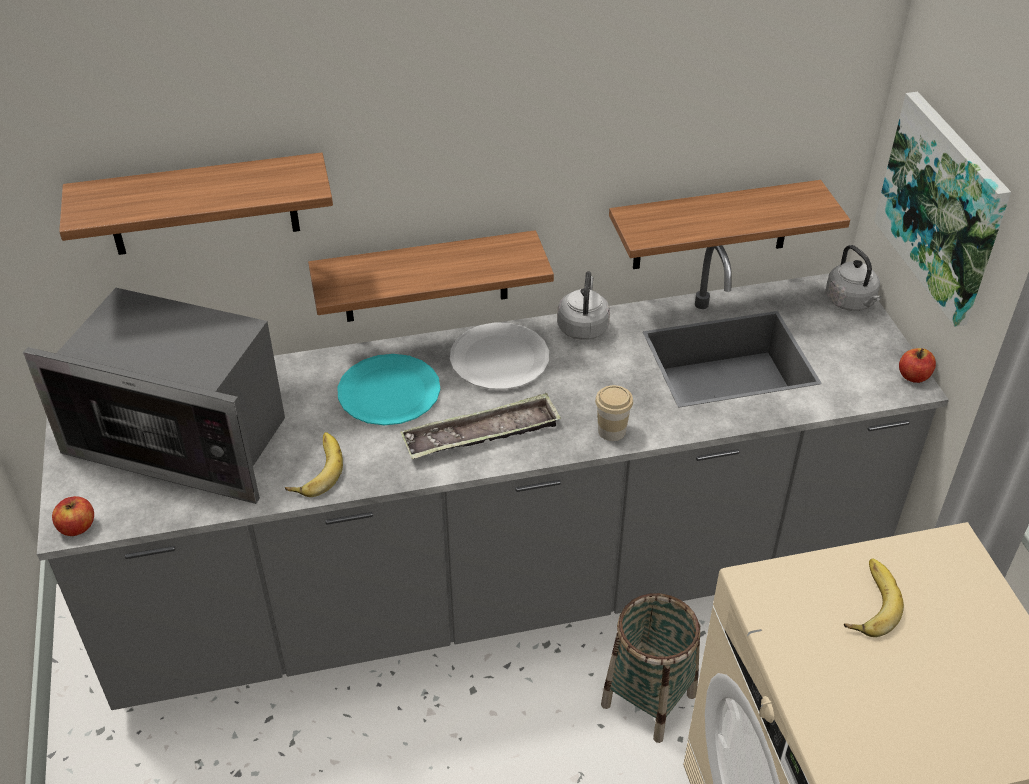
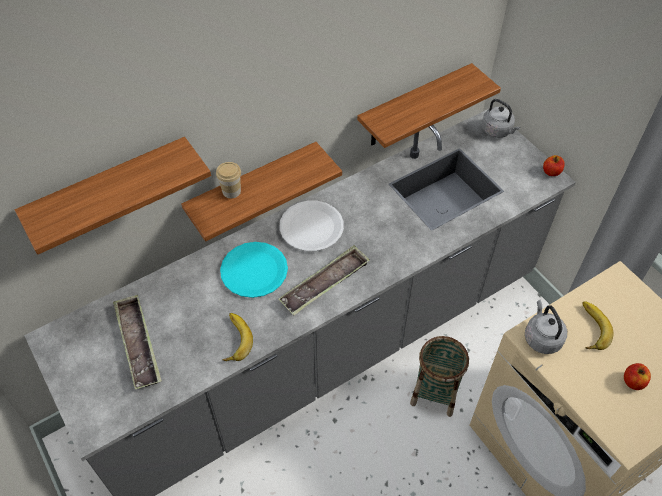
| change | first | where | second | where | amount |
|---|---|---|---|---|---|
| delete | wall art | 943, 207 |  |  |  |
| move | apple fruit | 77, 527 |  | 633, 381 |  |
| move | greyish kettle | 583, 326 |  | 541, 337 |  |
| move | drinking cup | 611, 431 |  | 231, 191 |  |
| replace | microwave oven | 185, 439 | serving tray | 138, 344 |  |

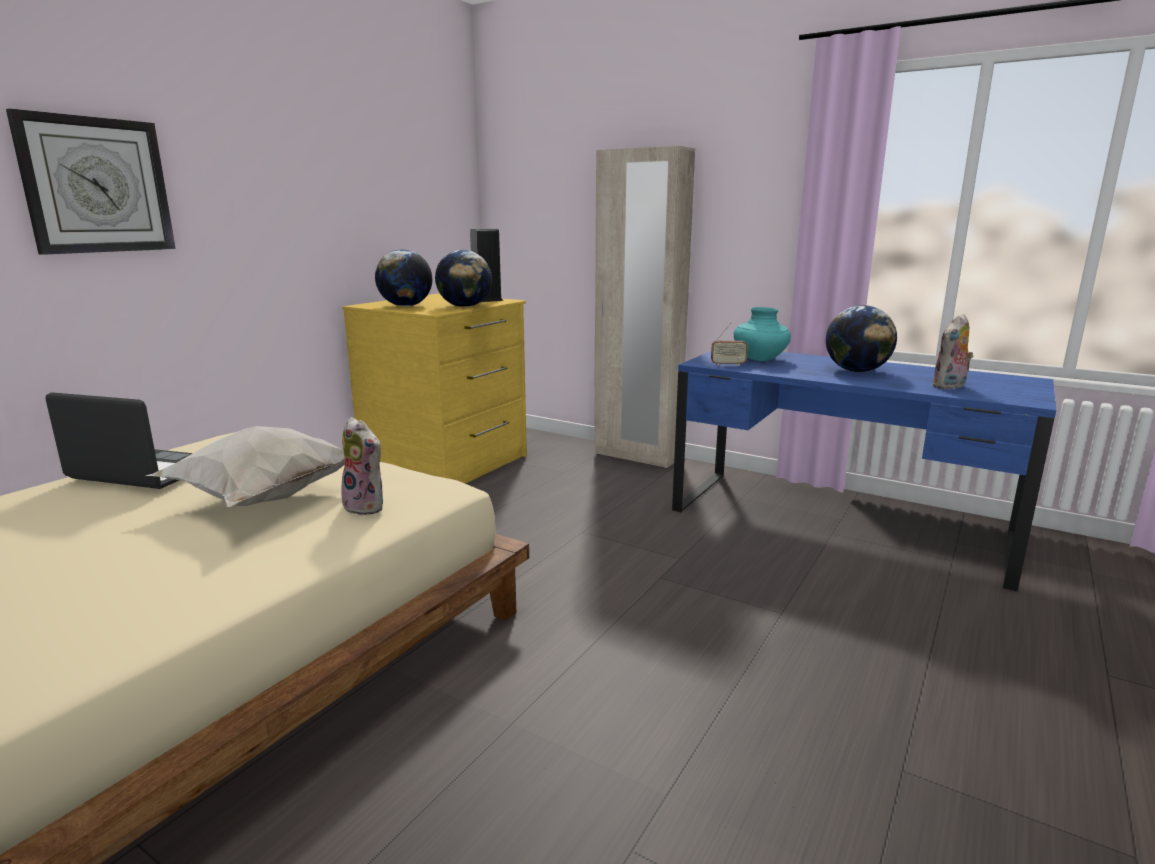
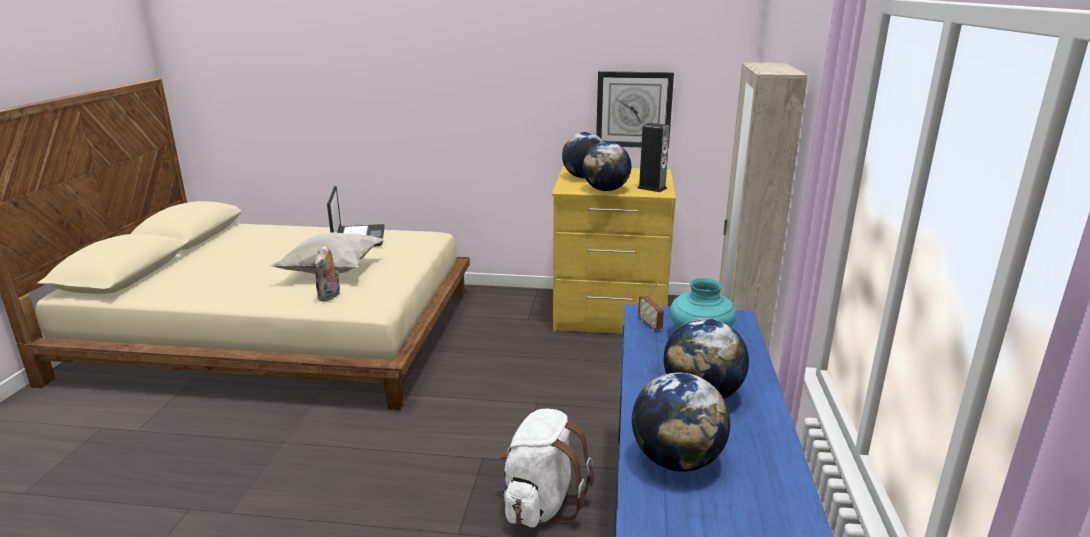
| change | first | where | second | where | amount |
|---|---|---|---|---|---|
| insert |  |  | white-coloured backpack | 541, 504 |  |
| move | wall clock | 97, 185 |  | 634, 109 |  |
| replace | plush toy | 949, 387 | world globe | 677, 460 |  |

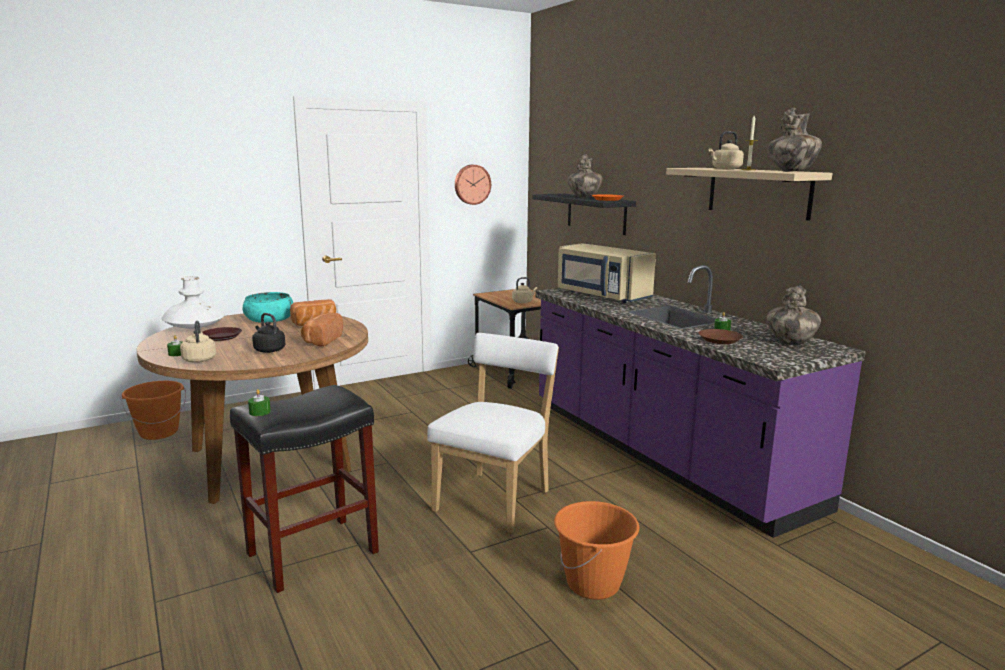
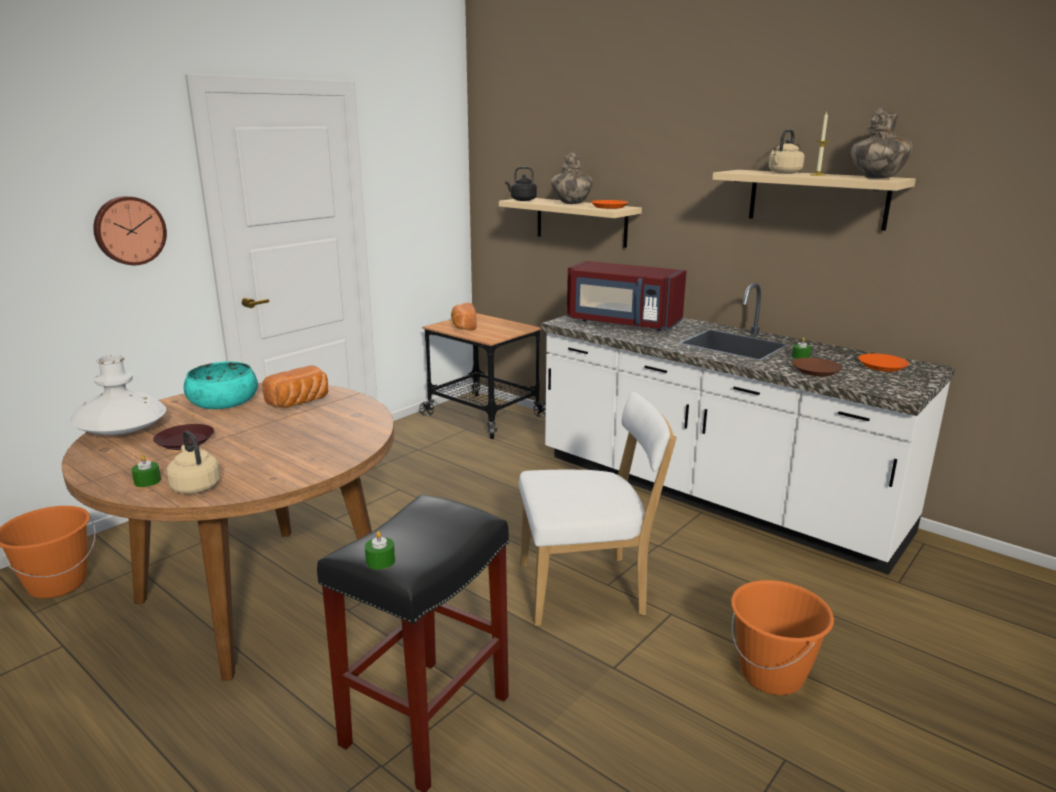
| change | first | where | second | where | amount |
|---|---|---|---|---|---|
| delete | beige kettle | 523, 302 |  |  |  |
| move | black kettle | 268, 350 |  | 522, 200 |  |
| move | baked bread | 321, 340 |  | 463, 326 |  |
| move | wall clock | 472, 184 |  | 129, 230 |  |
| replace | decorative vase | 790, 343 | orange flat dish | 882, 366 |  |
| recolor | black wall shelf | 596, 213 | beige wall shelf | 581, 222 |  |
| recolor | purple-coloured counter | 662, 453 | white-coloured counter | 713, 494 |  |
| recolor | beige microwave oven | 601, 295 | reddish microwave oven | 622, 323 |  |
| rotate | white-coloured plain chair | 496, 499 |  | 588, 589 | 75 degrees clockwise |

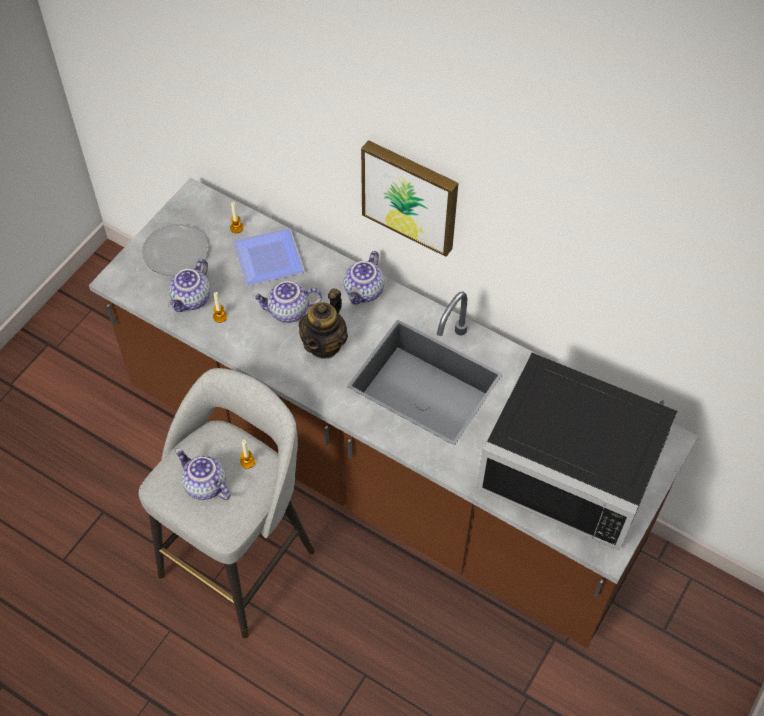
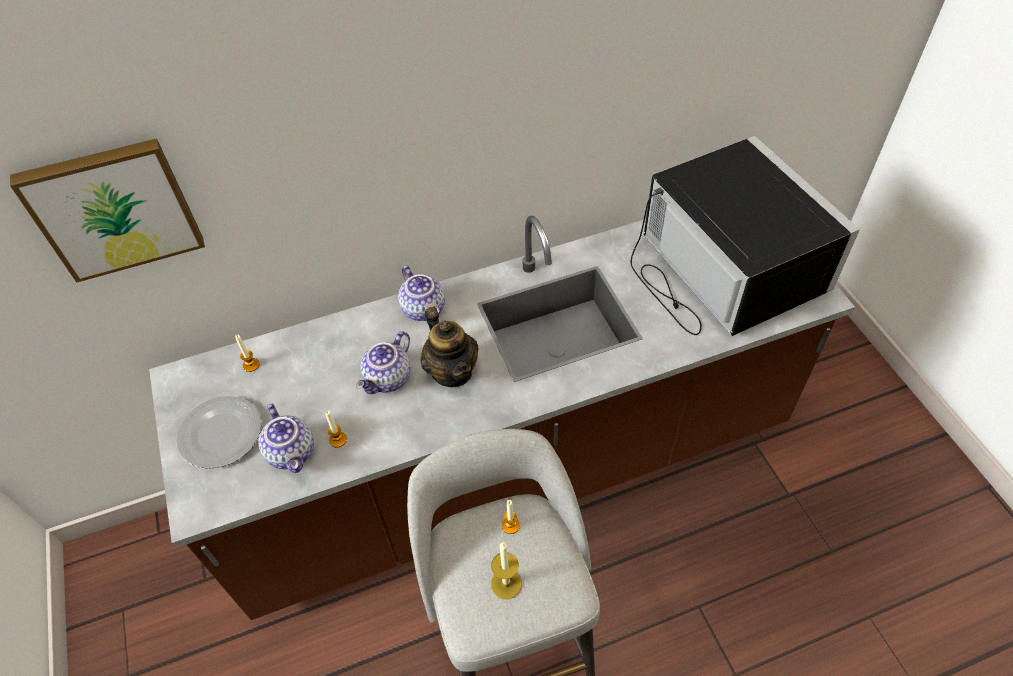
| change | first | where | second | where | amount |
|---|---|---|---|---|---|
| delete | flat dish | 267, 261 |  |  |  |
| move | wall art | 411, 195 |  | 114, 208 |  |
| replace | teapot | 204, 485 | wax light | 506, 584 |  |
| rotate | black microwave oven | 574, 462 |  | 722, 270 | 90 degrees counterclockwise |

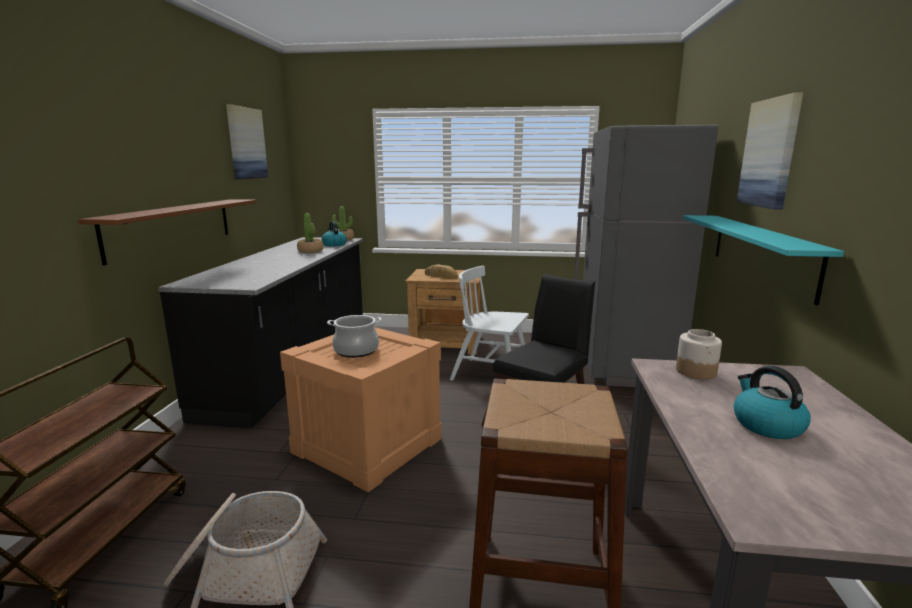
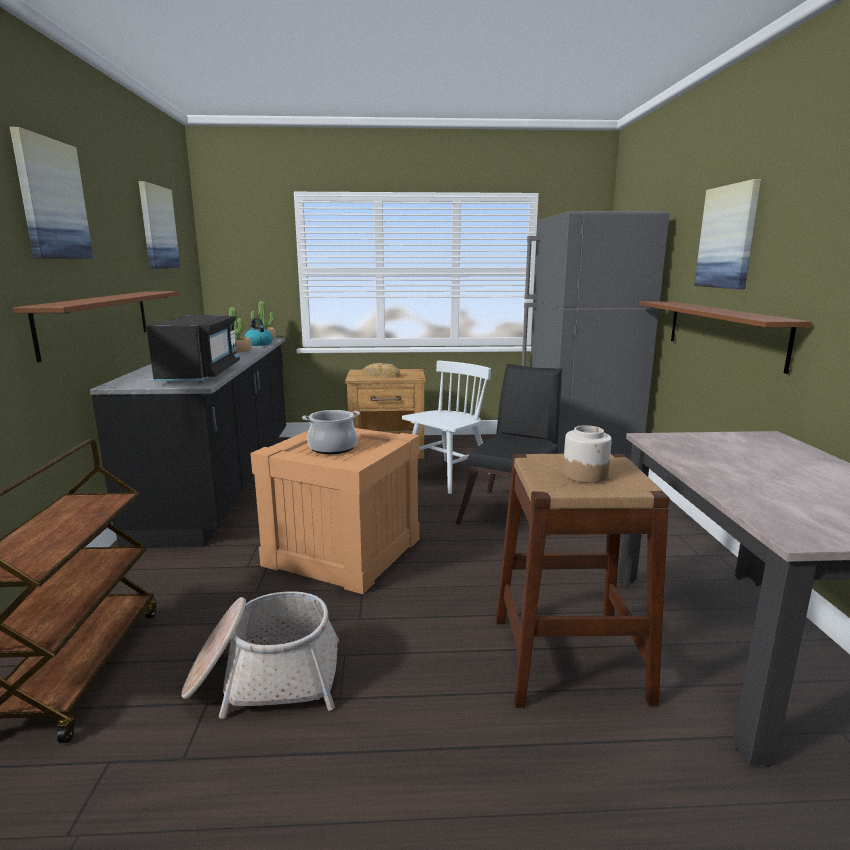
| change | first | where | second | where | amount |
|---|---|---|---|---|---|
| delete | kettle | 766, 425 |  |  |  |
| insert |  |  | wall art | 51, 199 |  |
| insert |  |  | black microwave oven | 200, 374 |  |
| move | jar | 696, 371 |  | 585, 475 |  |
| recolor | turquoise wall shelf | 761, 252 | brown-coloured wall shelf | 723, 332 |  |
| rotate | white-coloured plain chair | 491, 374 |  | 447, 476 | 120 degrees clockwise |

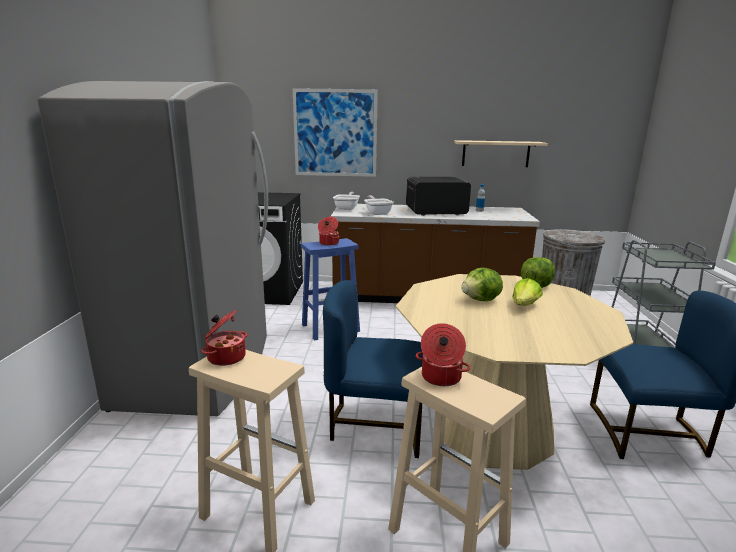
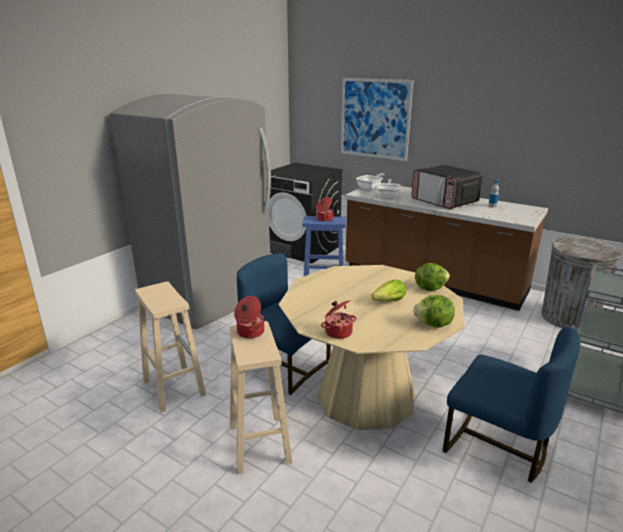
| change | first | where | second | where | amount |
|---|---|---|---|---|---|
| delete | beige wall shelf | 495, 153 |  |  |  |
| move | saucepot | 226, 357 |  | 338, 332 |  |
| move | lettuce | 481, 300 |  | 433, 325 |  |
| rotate | microwave oven | 435, 211 |  | 444, 201 | 150 degrees counterclockwise |

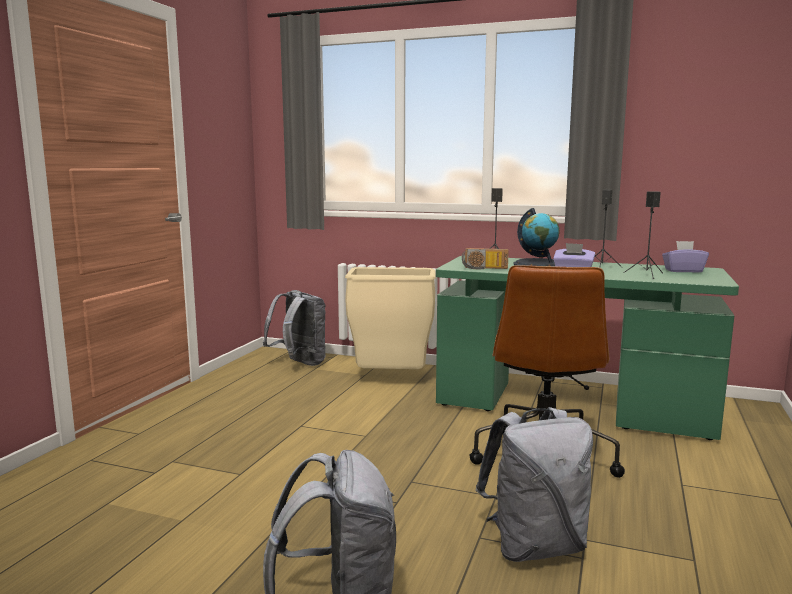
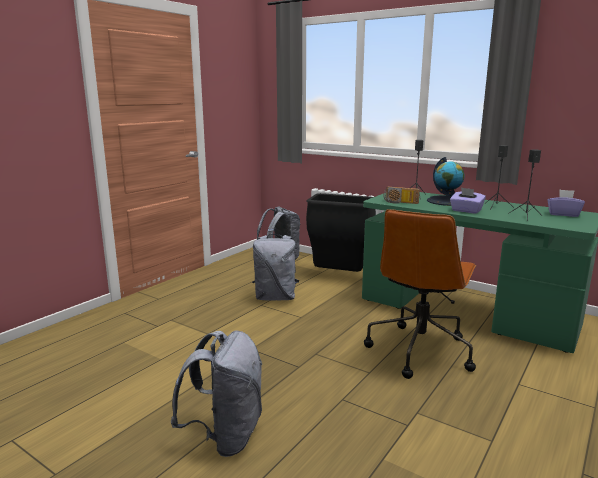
| change | first | where | second | where | amount |
|---|---|---|---|---|---|
| move | greyish backpack | 534, 546 |  | 275, 297 |  |
| recolor | beige waste bin | 391, 379 | black waste bin | 339, 277 |  |

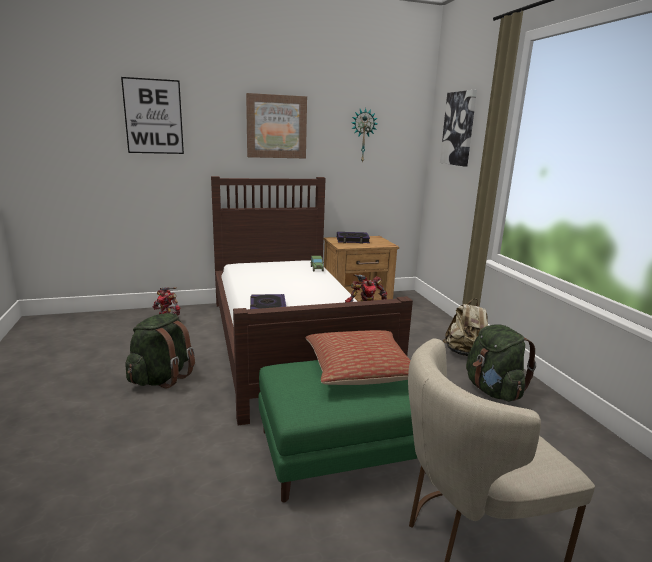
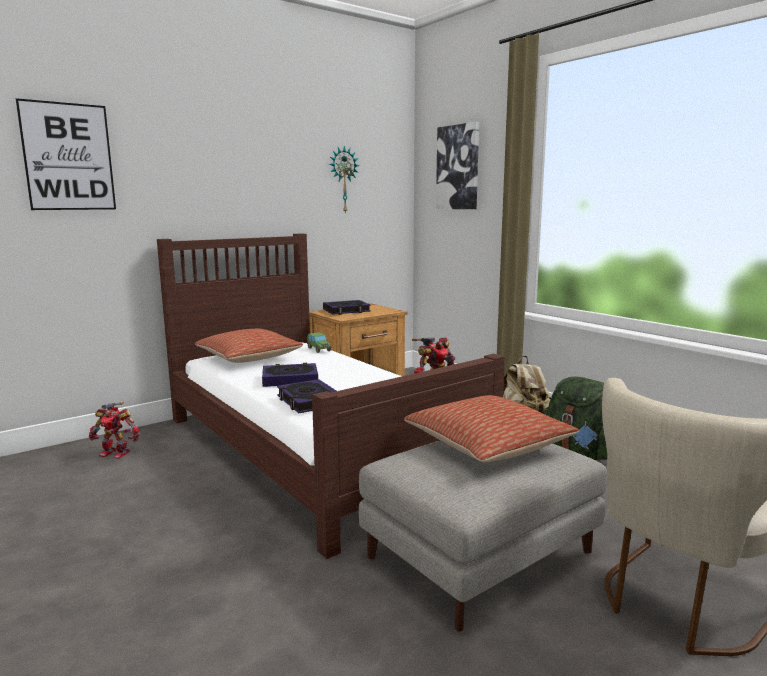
| change | first | where | second | where | amount |
|---|---|---|---|---|---|
| delete | green backpack | 162, 378 |  |  |  |
| delete | wall art | 276, 126 |  |  |  |
| insert |  |  | pillow | 249, 358 |  |
| insert |  |  | volume | 290, 379 |  |
| recolor | green footrest | 344, 451 | greyish footrest | 481, 554 |  |

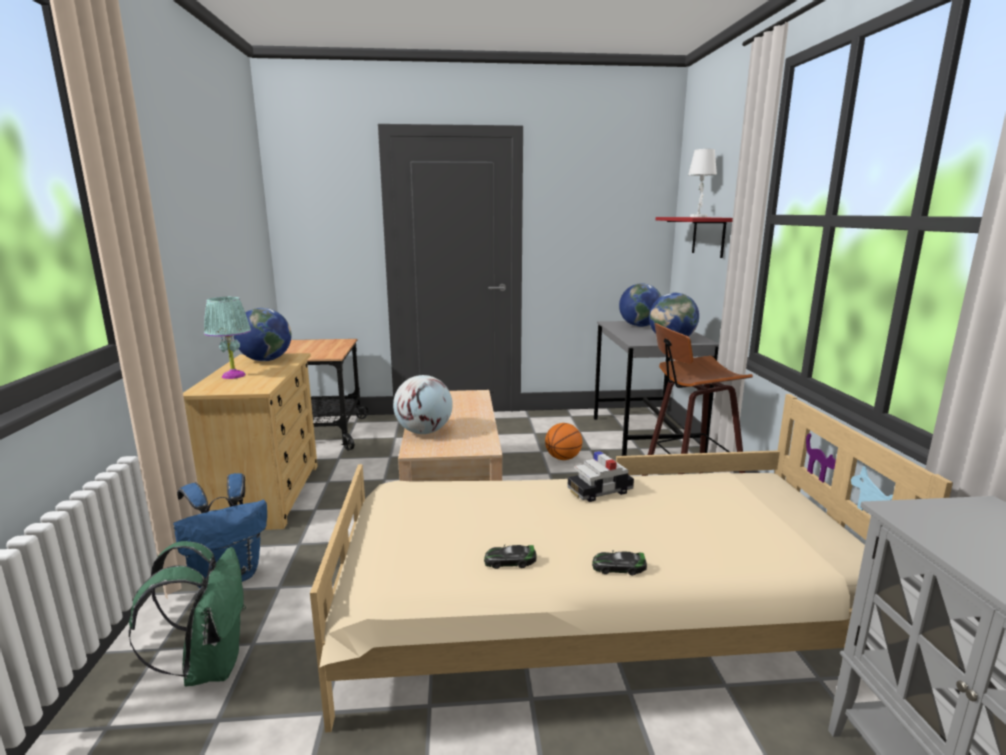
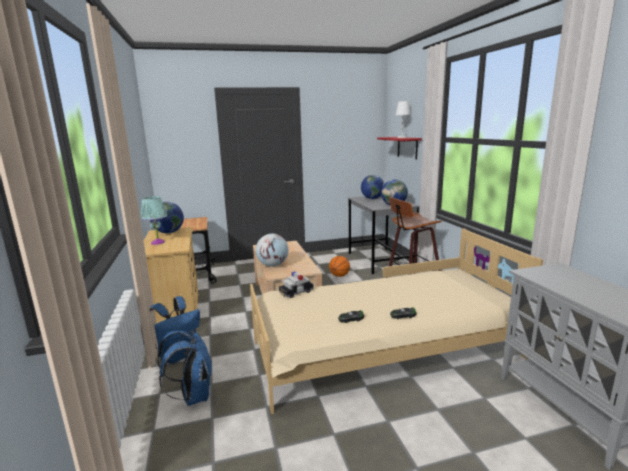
| change | first | where | second | where | amount |
|---|---|---|---|---|---|
| move | toy car | 599, 491 |  | 296, 292 |  |
| recolor | green backpack | 210, 665 | bluish backpack | 193, 396 |  |

